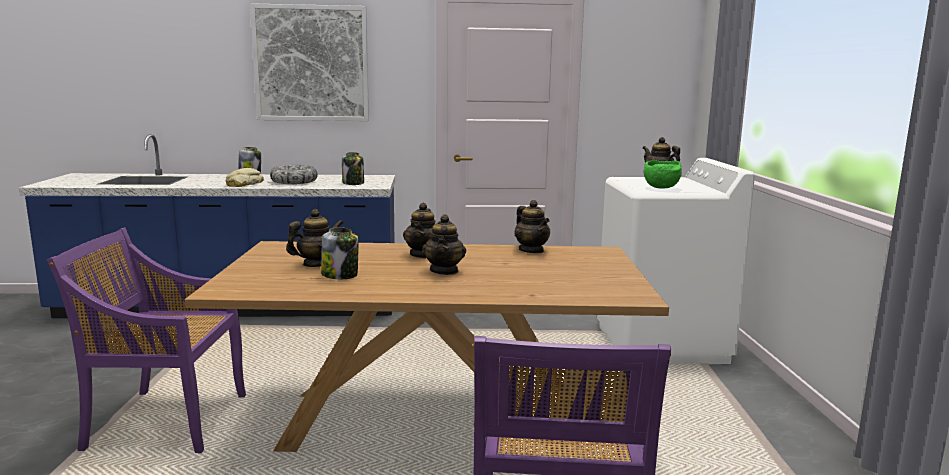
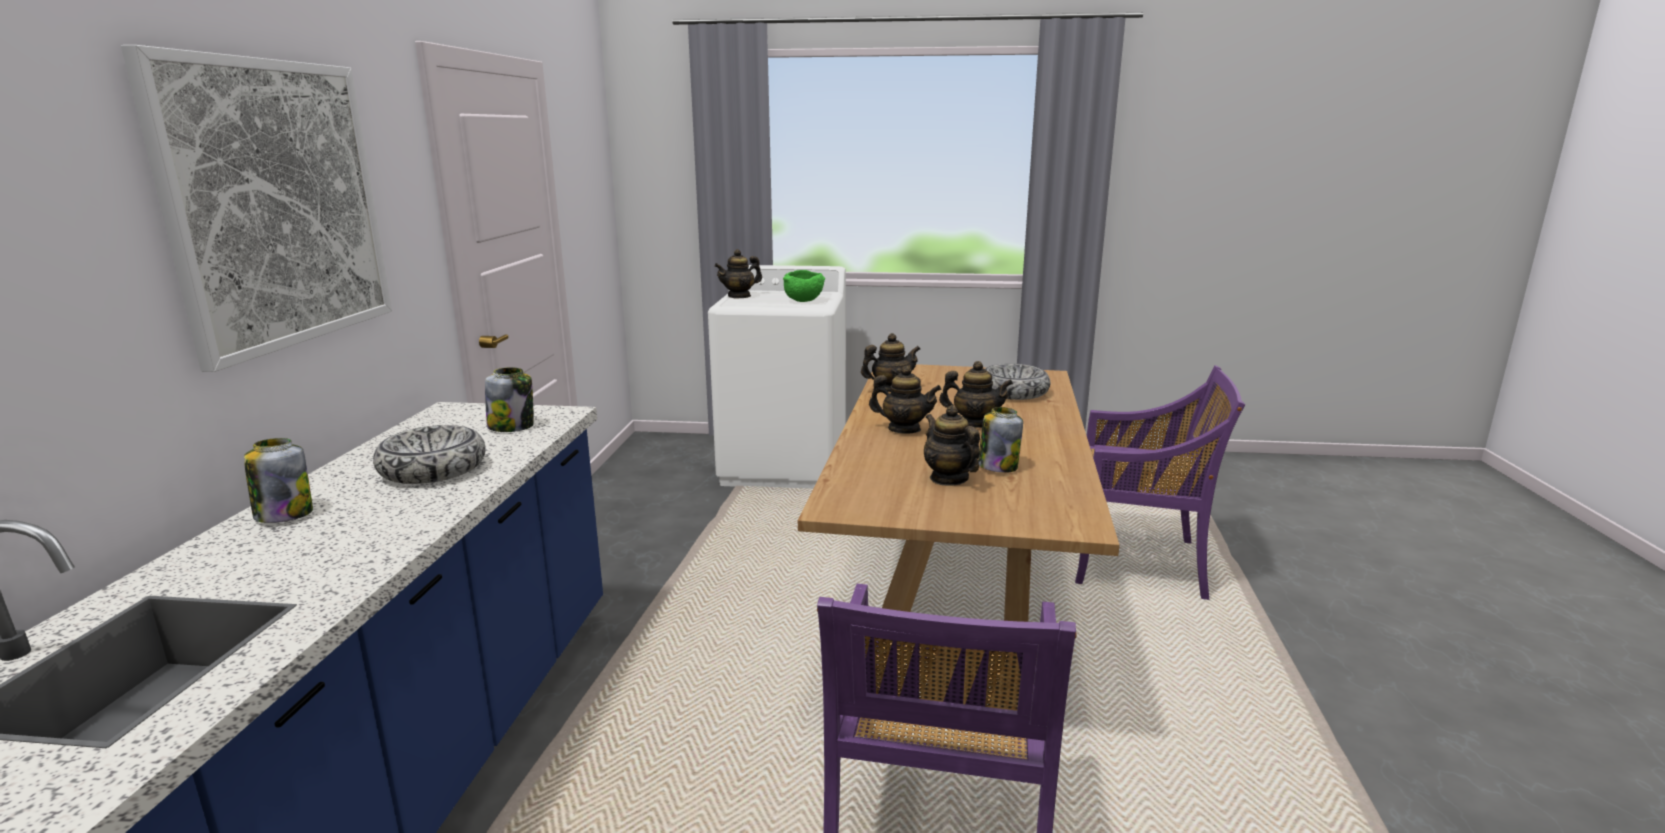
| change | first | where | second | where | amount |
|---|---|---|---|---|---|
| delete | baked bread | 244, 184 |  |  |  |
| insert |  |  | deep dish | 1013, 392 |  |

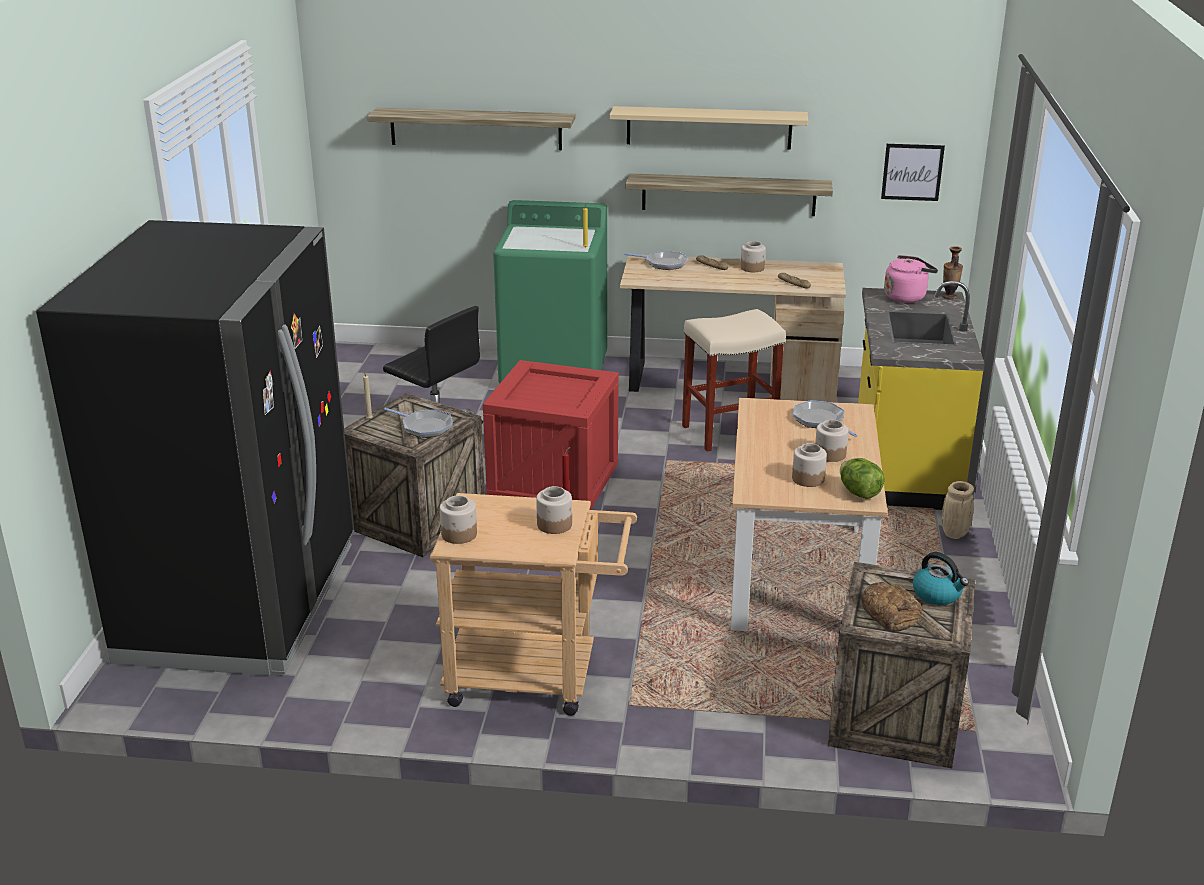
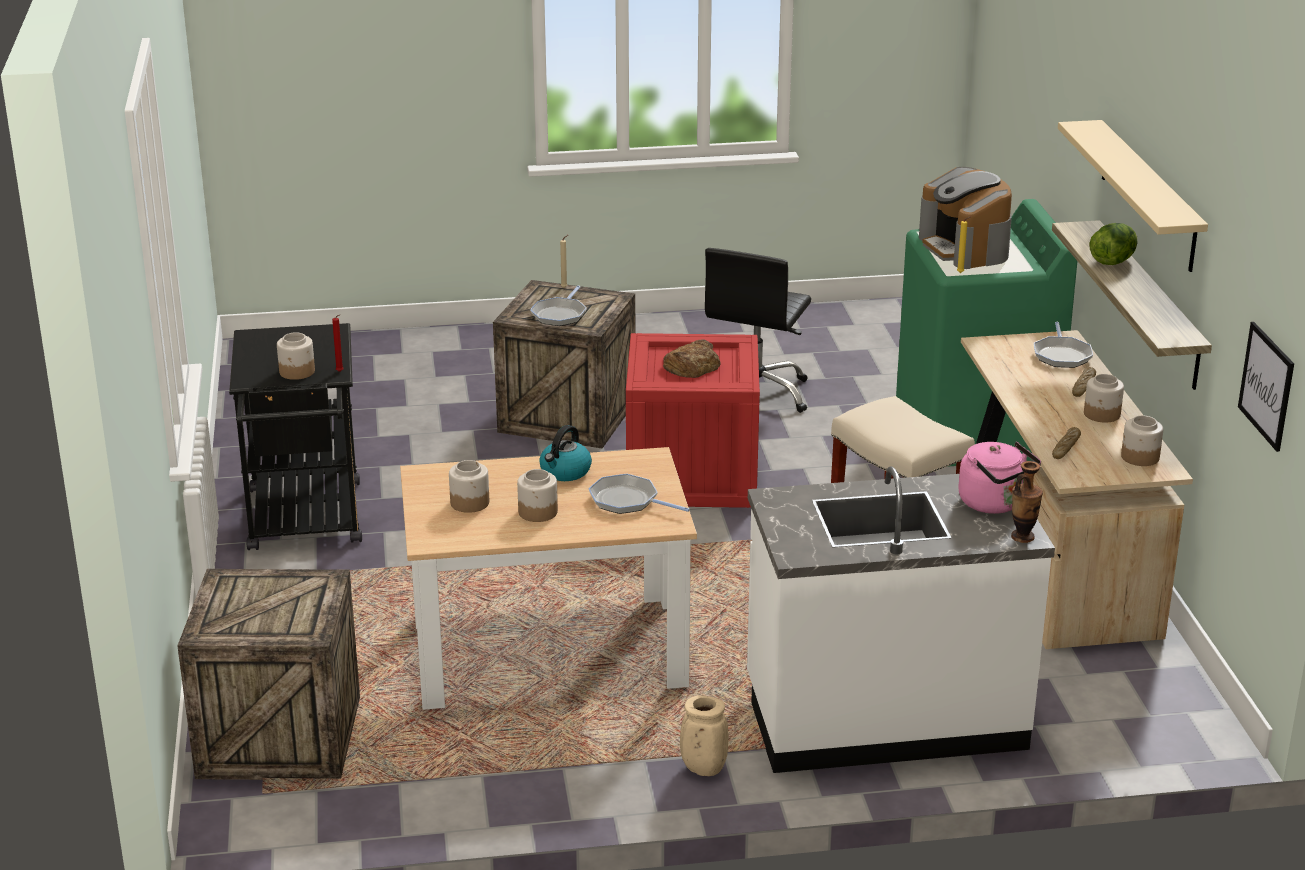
| change | first | where | second | where | amount |
|---|---|---|---|---|---|
| delete | black kitchen fridge | 242, 602 |  |  |  |
| delete | wall shelf | 475, 128 |  |  |  |
| insert |  |  | coffee machine | 965, 248 |  |
| move | jar | 459, 534 |  | 1139, 457 |  |
| move | lettuce | 859, 493 |  | 1112, 261 |  |
| move | baked bread | 890, 613 |  | 692, 366 |  |
| move | kettle | 937, 594 |  | 565, 472 |  |
| recolor | beige cart | 536, 677 | black cart | 305, 523 |  |
| recolor | yellow-coloured counter | 902, 465 | white-coloured counter | 884, 717 |  |
| rotate | skillet | 820, 420 |  | 627, 501 | 105 degrees counterclockwise |

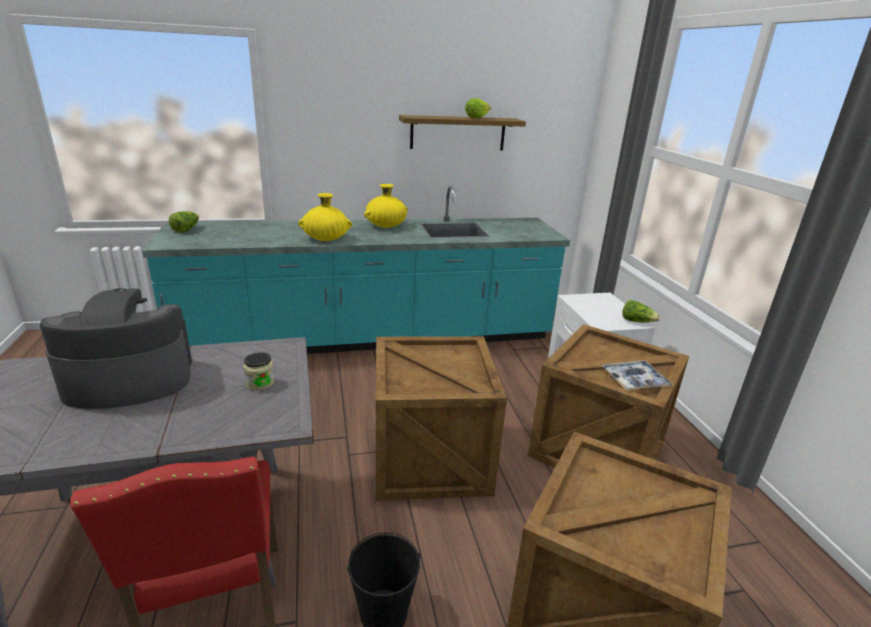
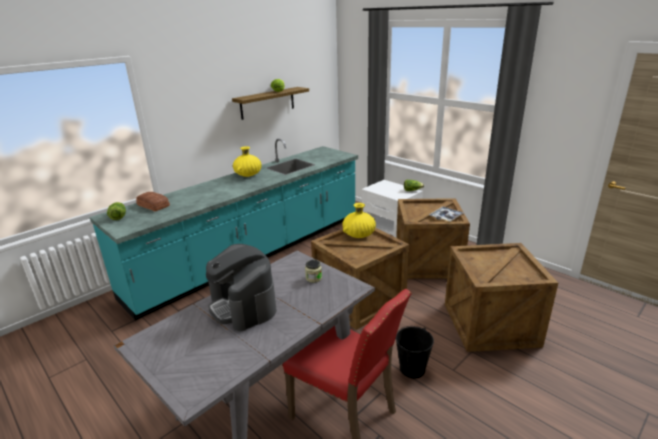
| change | first | where | second | where | amount |
|---|---|---|---|---|---|
| insert |  |  | baked bread | 153, 205 |  |
| move | yellow-coloured decorative vase | 326, 239 |  | 358, 235 |  |
| rotate | coffee machine | 129, 380 |  | 243, 306 | 75 degrees counterclockwise |

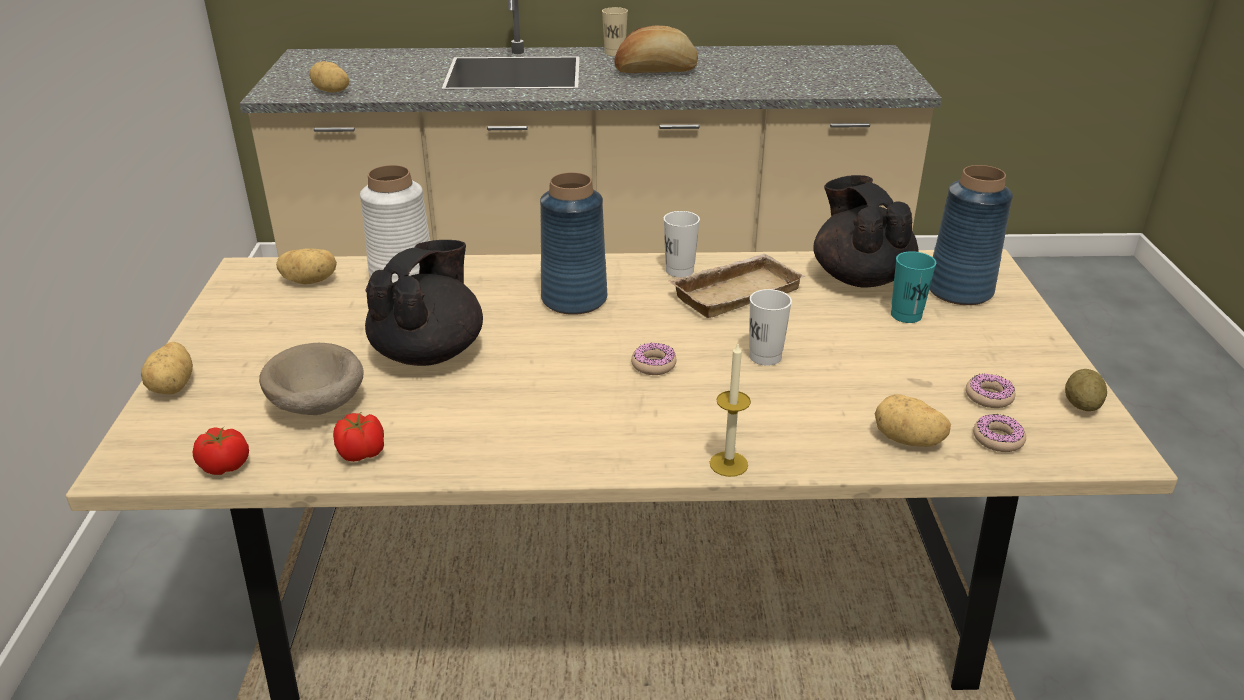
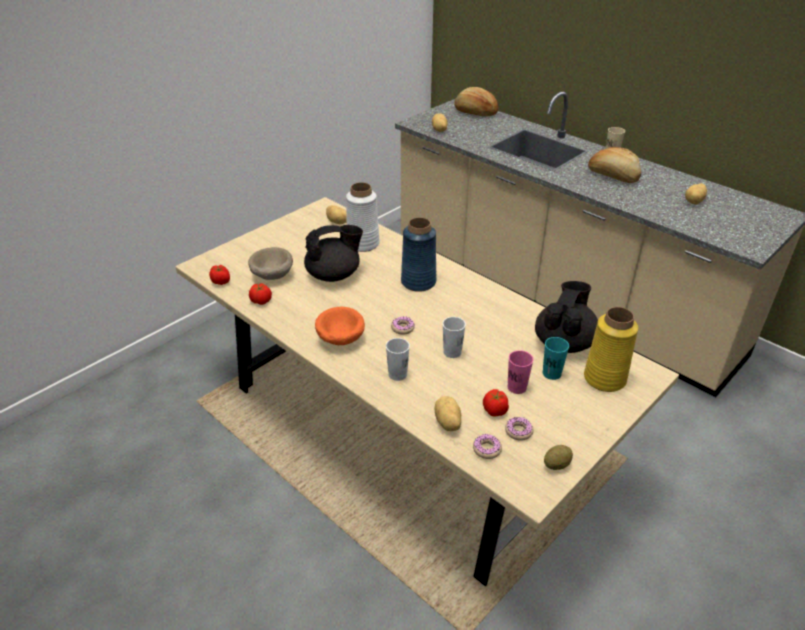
| change | first | where | second | where | amount |
|---|---|---|---|---|---|
| delete | beige serving tray | 735, 291 |  |  |  |
| delete | wax light | 728, 464 |  |  |  |
| insert |  |  | orange deep dish | 340, 339 |  |
| insert |  |  | baked bread | 475, 112 |  |
| insert |  |  | whole tomato | 494, 411 |  |
| insert |  |  | pinkish drinking cup | 517, 387 |  |
| move | spud | 174, 386 |  | 694, 202 |  |
| move | white-coloured drinking cup | 679, 271 |  | 397, 374 |  |
| recolor | bluish decorative vase | 959, 291 | yellow-coloured decorative vase | 604, 378 |  |

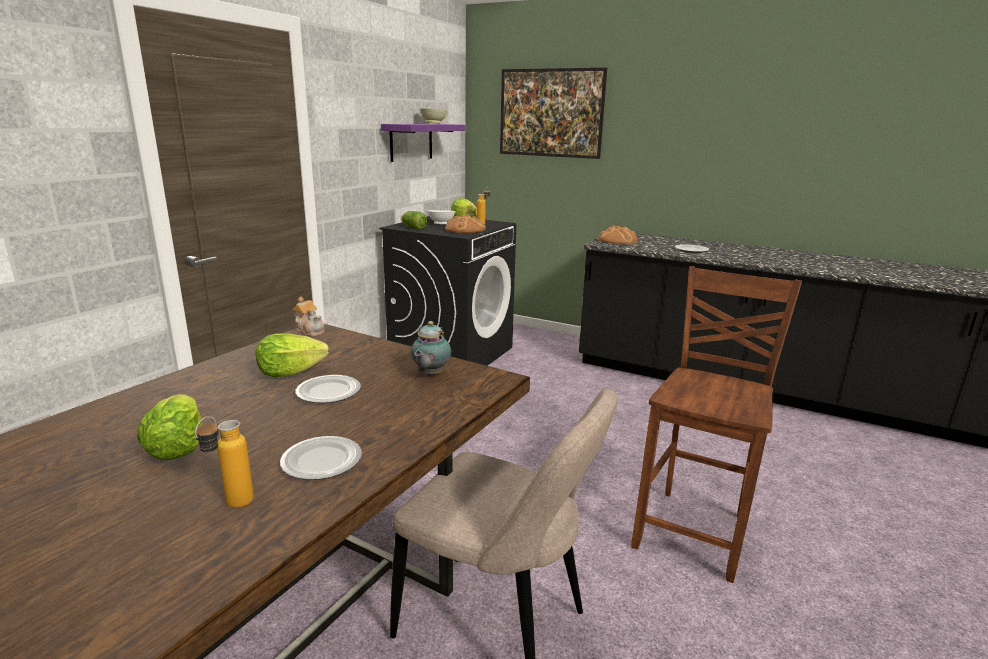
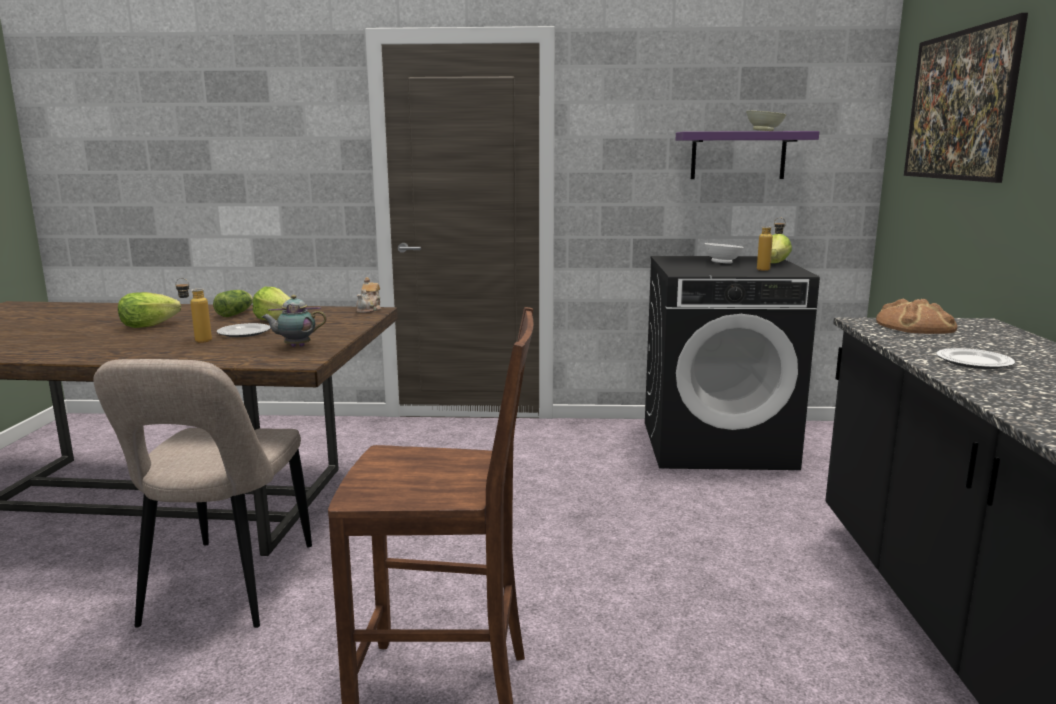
| change | first | where | second | where | amount |
|---|---|---|---|---|---|
| delete | flat dish | 321, 461 |  |  |  |
| delete | baked bread | 464, 229 |  |  |  |
| move | bottle | 231, 507 |  | 197, 341 |  |
| move | lettuce | 412, 228 |  | 236, 313 |  |

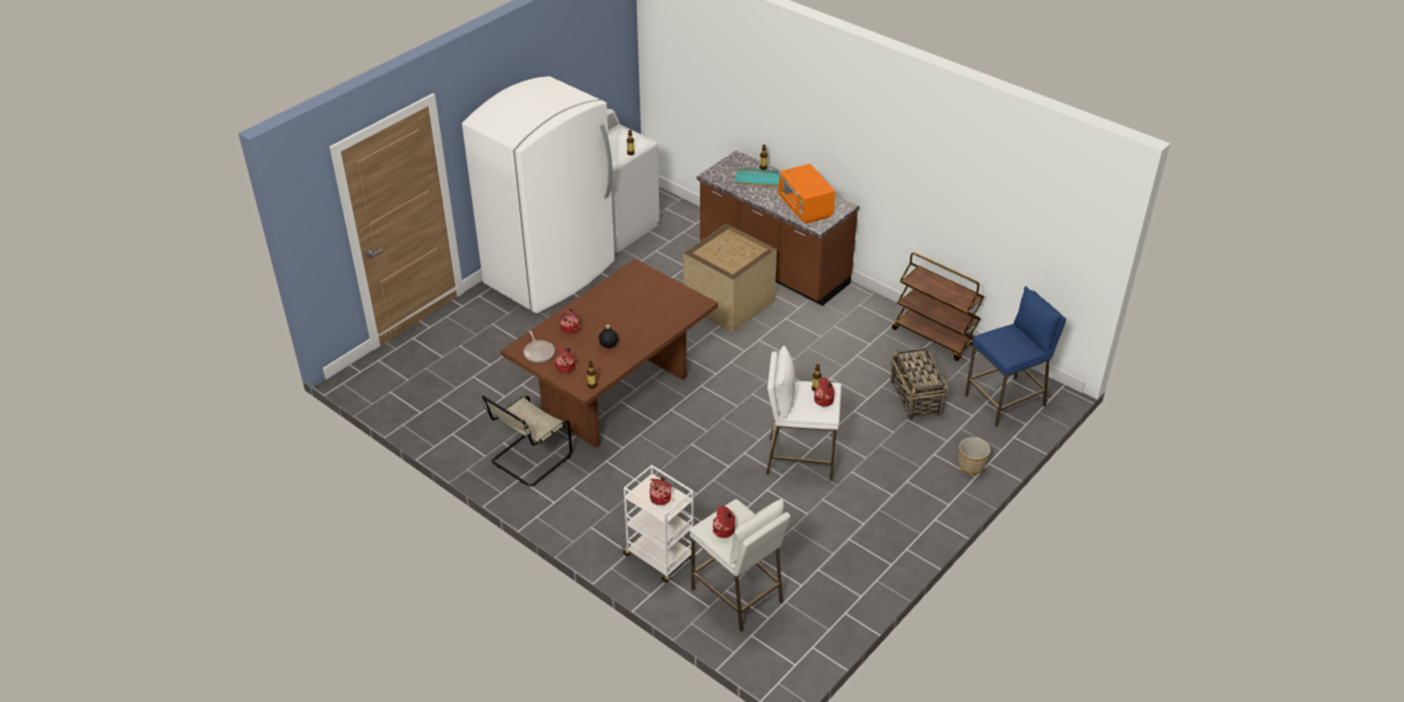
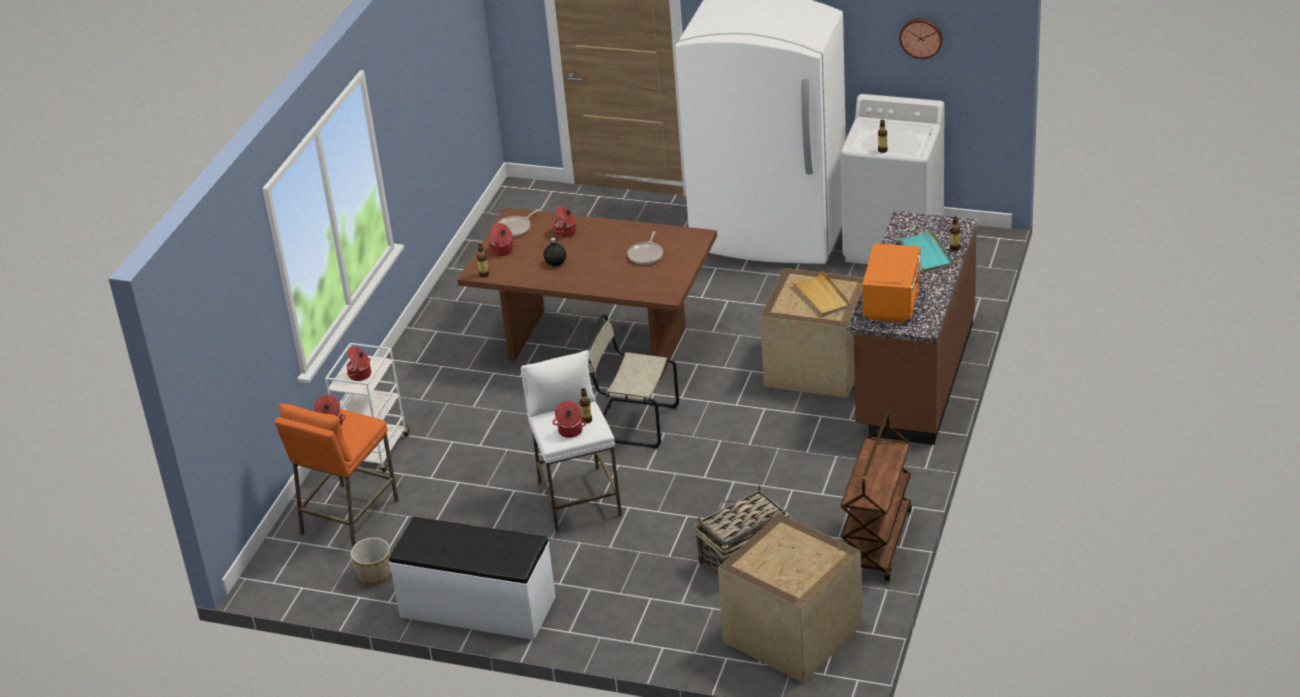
| change | first | where | second | where | amount |
|---|---|---|---|---|---|
| insert |  |  | white-coloured indoor bench | 477, 607 |  |
| insert |  |  | skillet | 646, 255 |  |
| insert |  |  | beige serving tray | 821, 297 |  |
| insert |  |  | wall clock | 921, 37 |  |
| move | beige plain chair | 529, 460 |  | 632, 423 |  |
| move | flower pot | 971, 465 |  | 375, 574 |  |
| replace | bluish stool seat | 1005, 401 | shipping crate | 793, 635 |  |
| recolor | white-coloured stool seat | 737, 595 | orange stool seat | 348, 517 |  |
| rotate | orange microwave oven | 805, 209 |  | 893, 301 | 150 degrees clockwise |

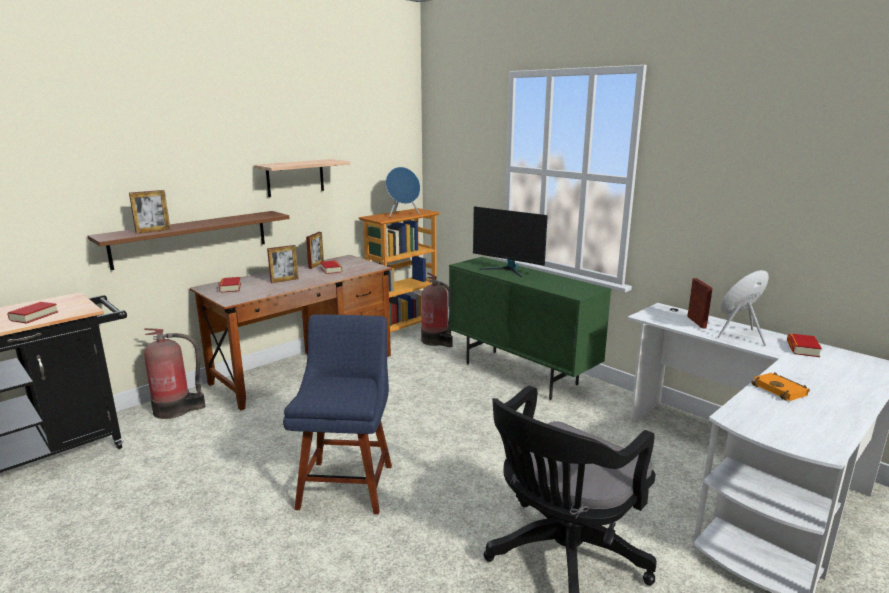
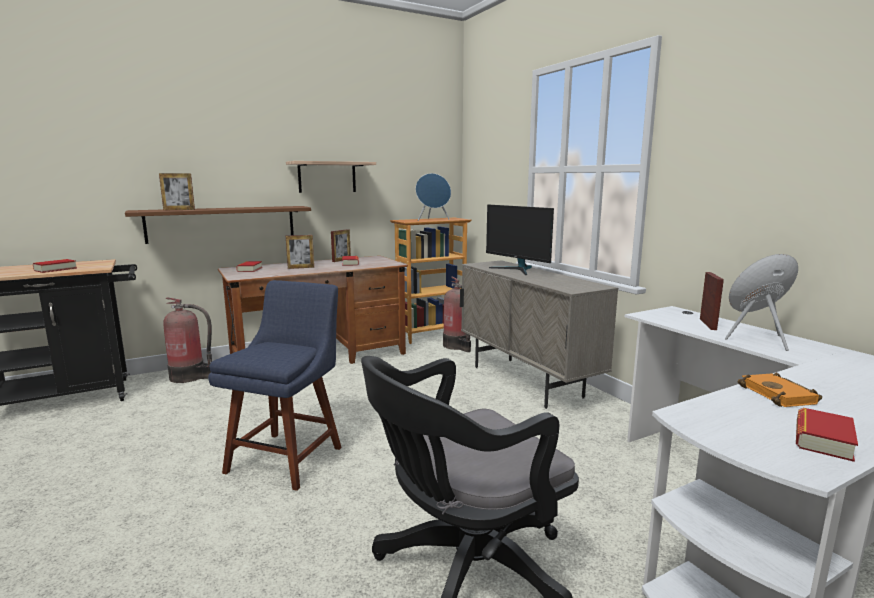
| change | first | where | second | where | amount |
|---|---|---|---|---|---|
| move | volume | 802, 349 |  | 823, 440 |  |
| recolor | green storage cabinet | 520, 374 | beige storage cabinet | 526, 382 |  |

